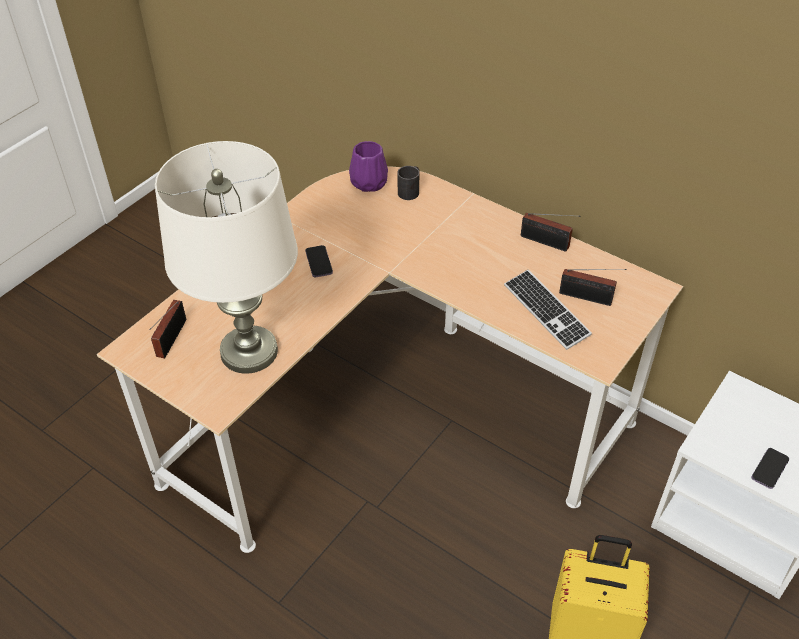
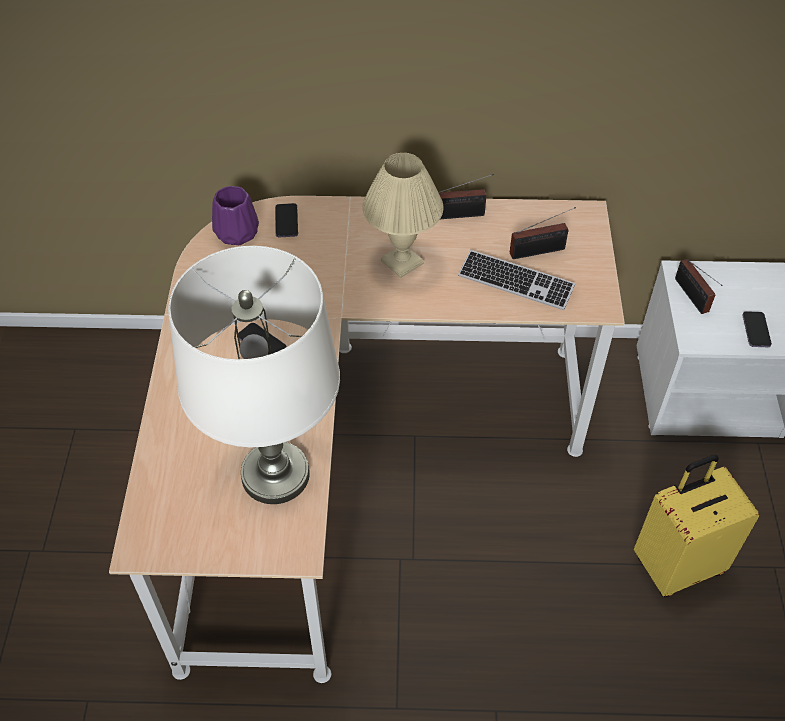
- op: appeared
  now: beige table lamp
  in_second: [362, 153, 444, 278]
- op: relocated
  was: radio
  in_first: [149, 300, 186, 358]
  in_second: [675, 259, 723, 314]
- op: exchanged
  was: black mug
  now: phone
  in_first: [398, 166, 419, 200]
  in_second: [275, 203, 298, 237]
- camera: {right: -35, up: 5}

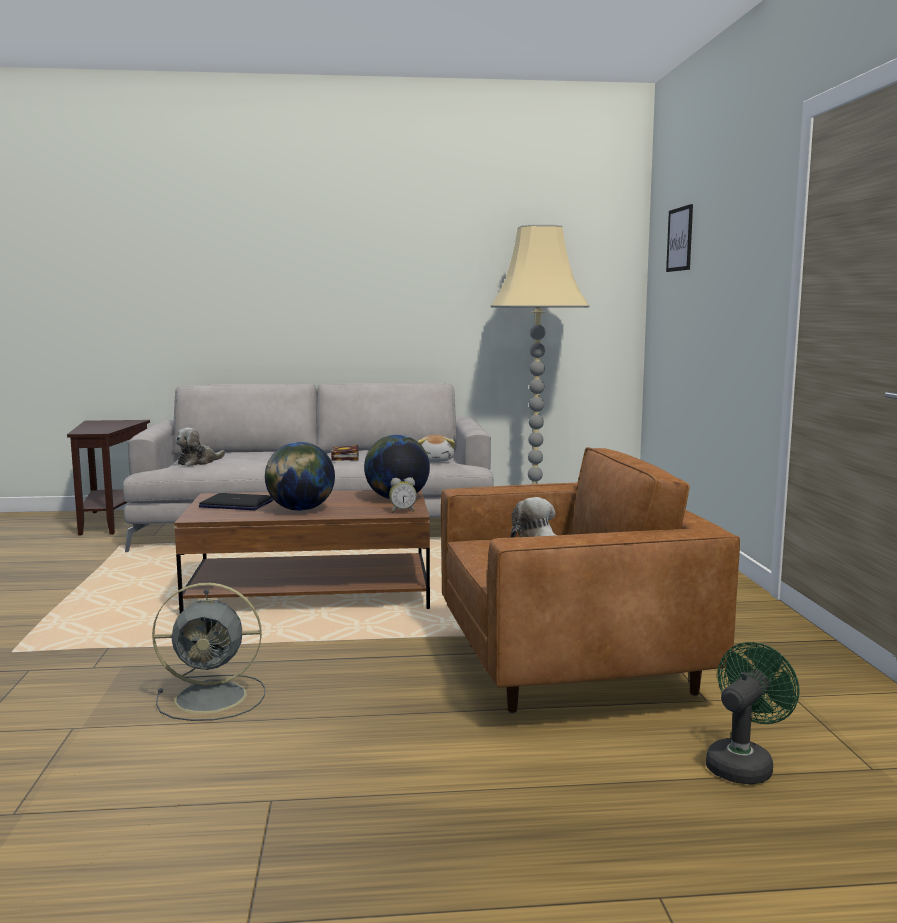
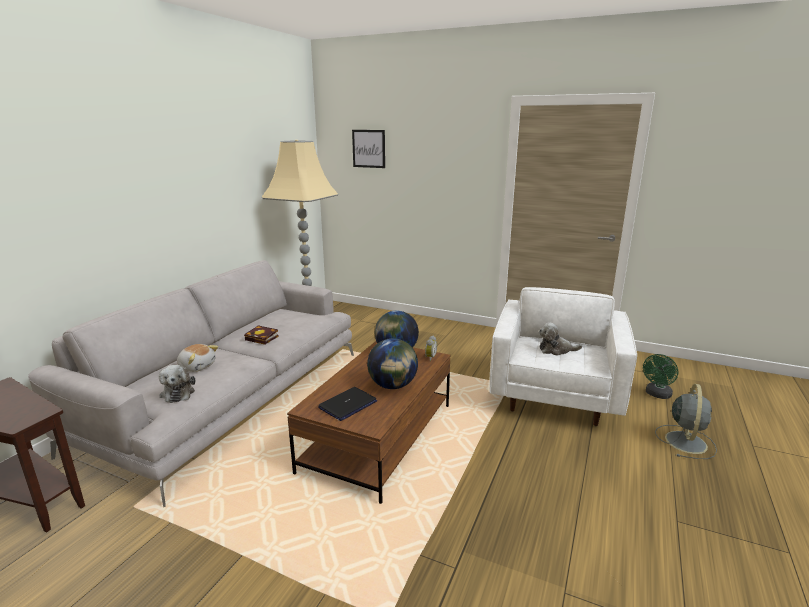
- op: relocated
  was: grey fan
  in_first: [152, 583, 265, 721]
  in_second: [655, 384, 717, 459]
- op: relocated
  was: plush toy
  in_first: [418, 435, 455, 462]
  in_second: [177, 344, 218, 372]
- op: colour
  was: brown armchair
  now: white armchair
  in_first: [441, 447, 740, 713]
  in_second: [489, 287, 637, 426]
- op: spun
  was: green fan
  in_first: [706, 642, 800, 785]
  in_second: [643, 354, 679, 399]
  clockwise: -120
- camera: {right: -60, up: 10}

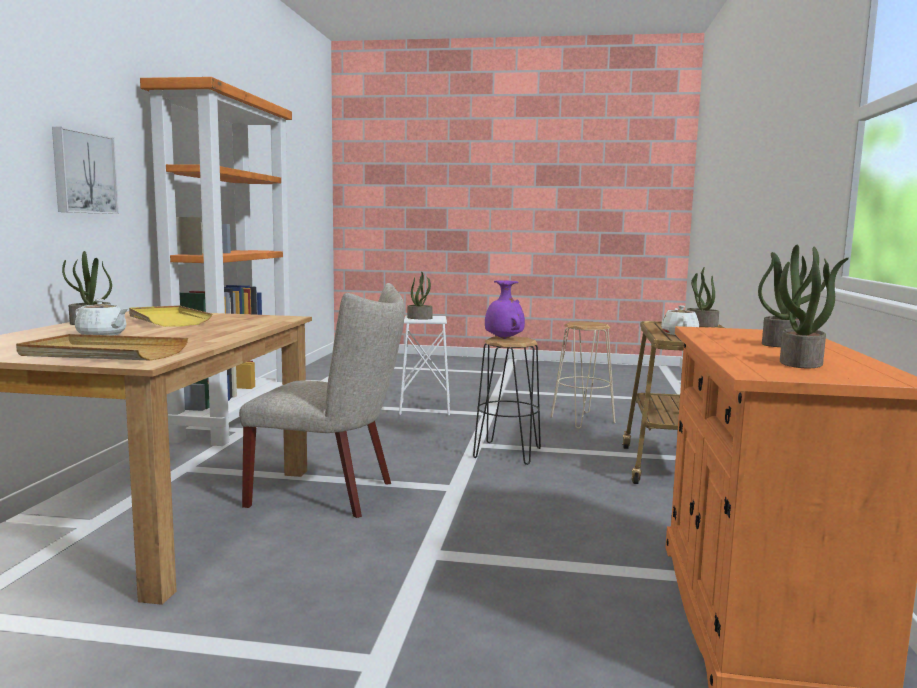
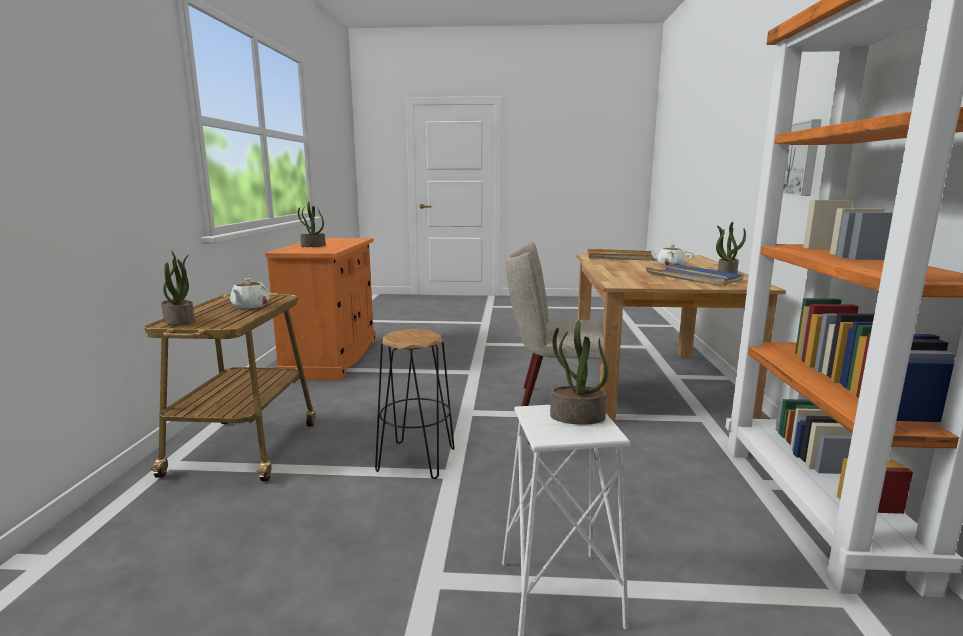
- op: missing
  was: purple vase
  in_first: [485, 280, 525, 339]
- op: missing
  was: beige stool
  in_first: [551, 321, 615, 429]
- op: missing
  was: potted plant
  in_first: [780, 247, 849, 368]
- op: colour
  was: yellow tray
  now: blue tray
  in_first: [129, 305, 212, 327]
  in_second: [646, 263, 743, 286]
- camera: {right: 175, up: 5}

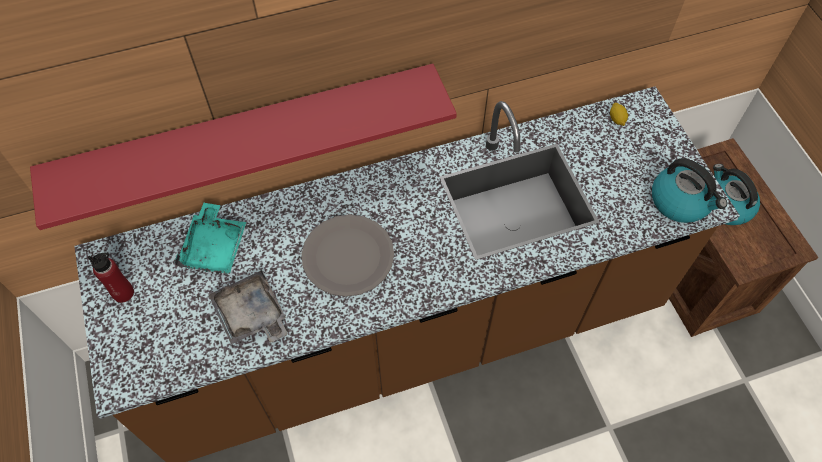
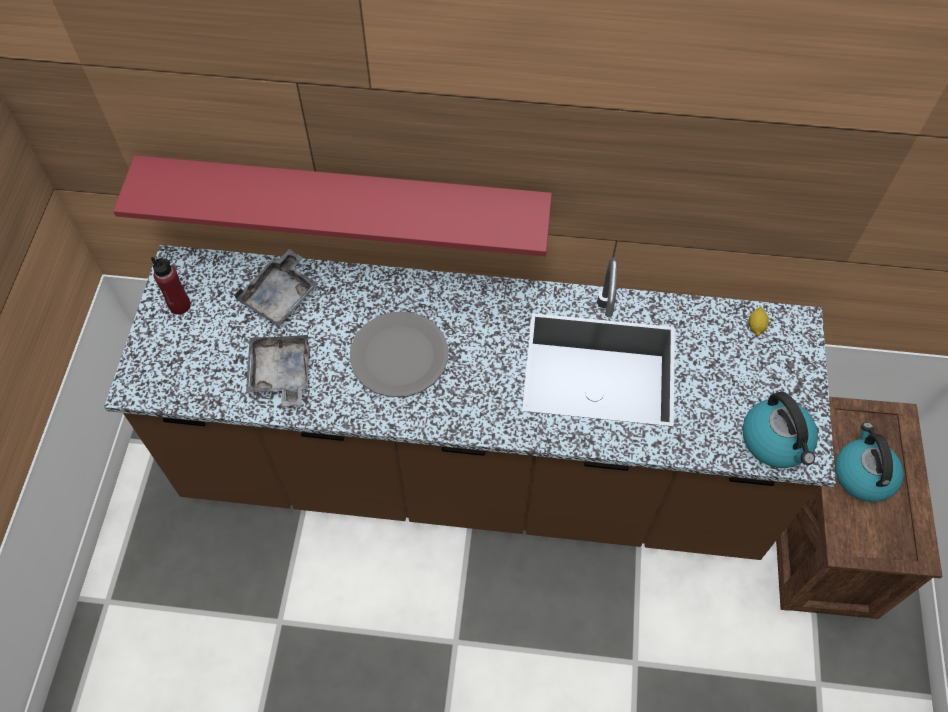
- op: colour
  was: turquoise tray
  now: grey tray
  in_first: [175, 203, 246, 274]
  in_second: [234, 249, 318, 326]
- camera: {right: 25, up: 0}

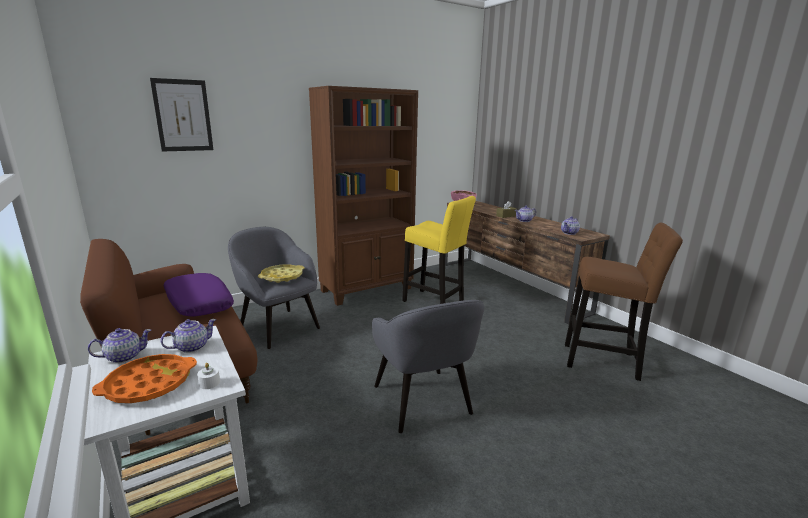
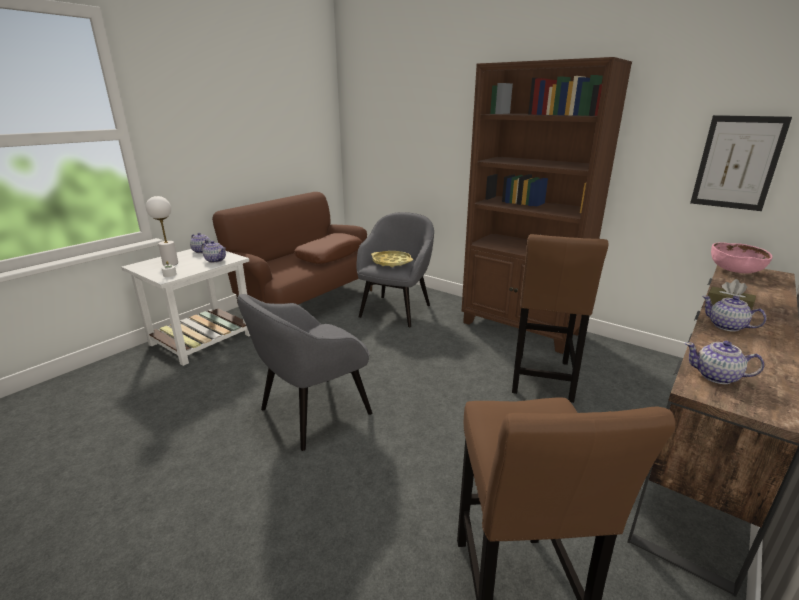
- op: relocated
  was: picture
  in_first: [150, 78, 213, 152]
  in_second: [690, 115, 792, 211]
- op: exchanged
  was: orange tray
  now: white table lamp
  in_first: [92, 354, 197, 403]
  in_second: [146, 196, 178, 266]
- op: colour
  was: purple pillow
  now: brown pillow
  in_first: [163, 273, 234, 317]
  in_second: [294, 233, 362, 264]
- op: colour
  was: yellow stool
  now: brown stool
  in_first: [402, 196, 476, 304]
  in_second: [512, 234, 608, 403]
- camera: {right: 70, up: 5}

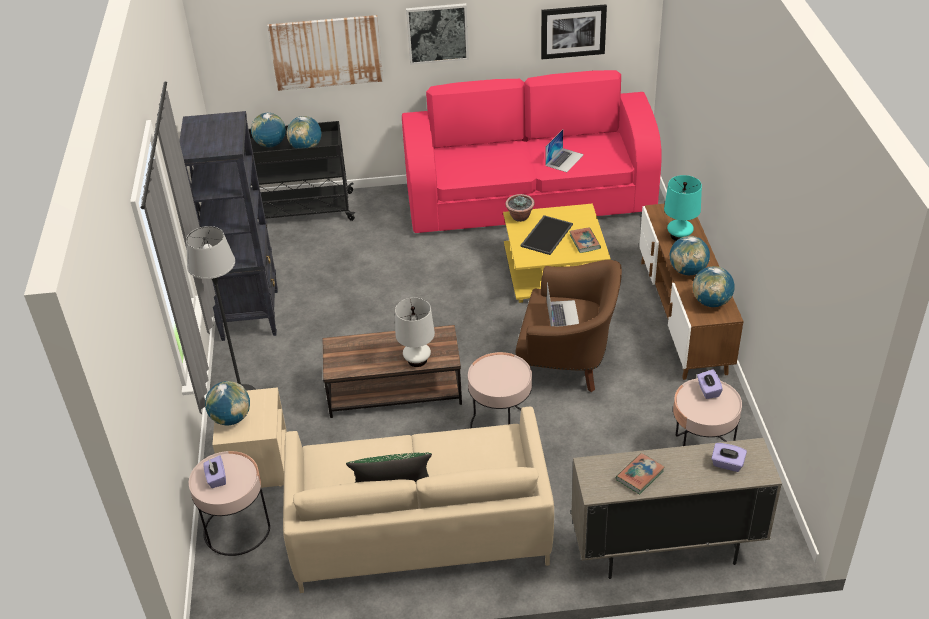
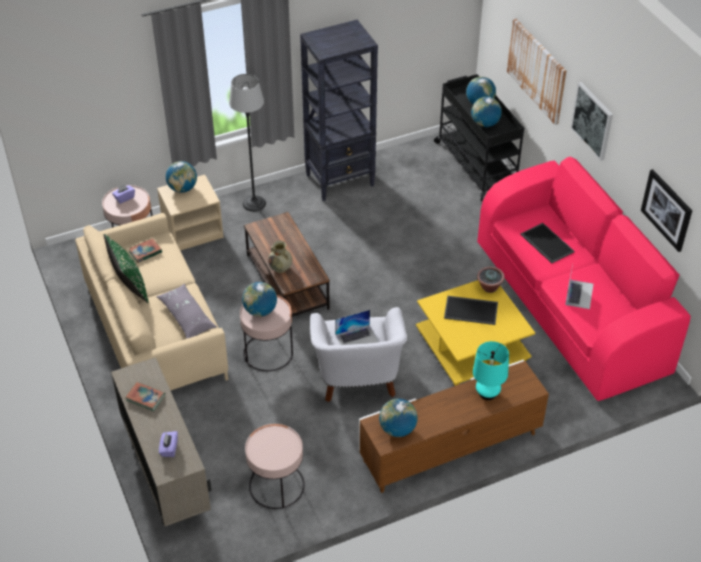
- op: missing
  was: purple tissue box
  in_first: [697, 369, 723, 399]
- op: appeared
  now: grey pillow
  in_second: [156, 284, 217, 339]
- op: appeared
  now: tray
  in_second: [520, 223, 574, 263]
- op: relocated
  was: book
  in_first: [569, 227, 601, 253]
  in_second: [128, 238, 162, 263]
- op: relocated
  was: globe
  in_first: [670, 236, 710, 275]
  in_second: [242, 282, 277, 317]
- op: exchanged
  was: white table lamp
  now: beige vase
  in_first: [395, 298, 435, 367]
  in_second: [268, 240, 292, 273]
- op: colour
  was: brown armchair
  now: white armchair
  in_first: [516, 260, 622, 392]
  in_second: [310, 307, 407, 402]
- op: spun
  was: laptop
  in_first: [545, 130, 584, 172]
  in_second: [565, 264, 593, 309]
  clockwise: -90
- camera: {right: 70, up: 5}

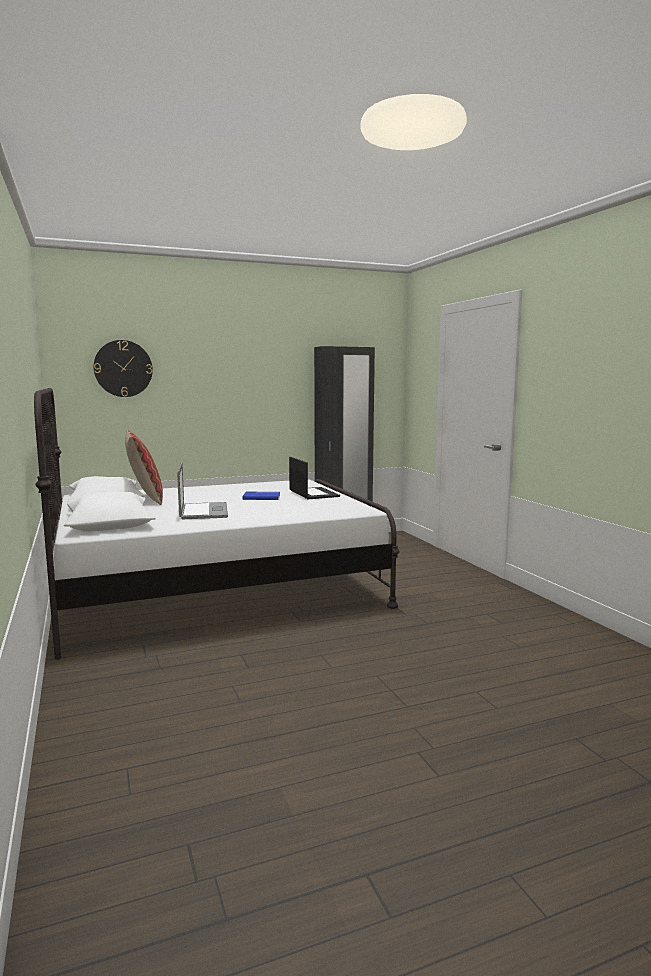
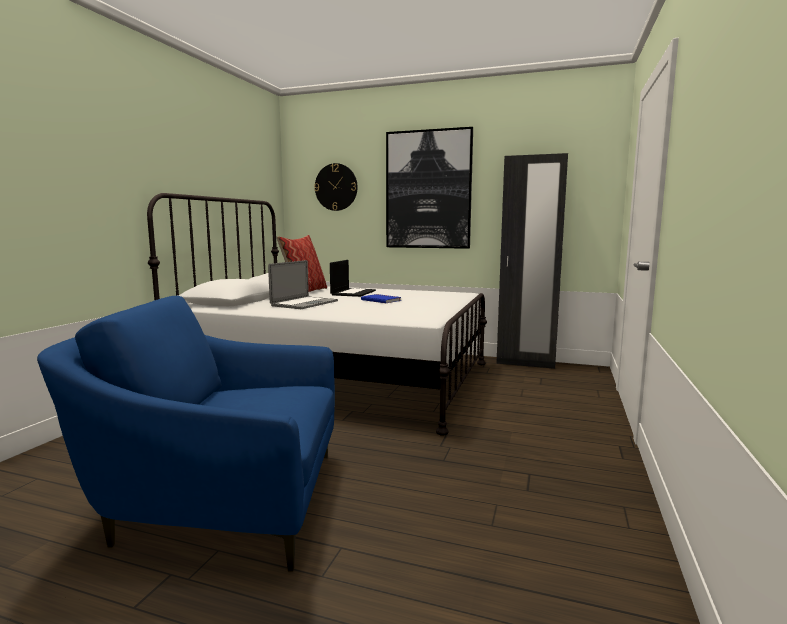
- op: appeared
  now: blue armchair
  in_second: [37, 296, 335, 571]
- op: appeared
  now: picture
  in_second: [386, 127, 473, 249]
- op: relocated
  was: laptop
  in_first: [289, 457, 340, 499]
  in_second: [330, 260, 376, 297]
- camera: {right: 40, up: 0}

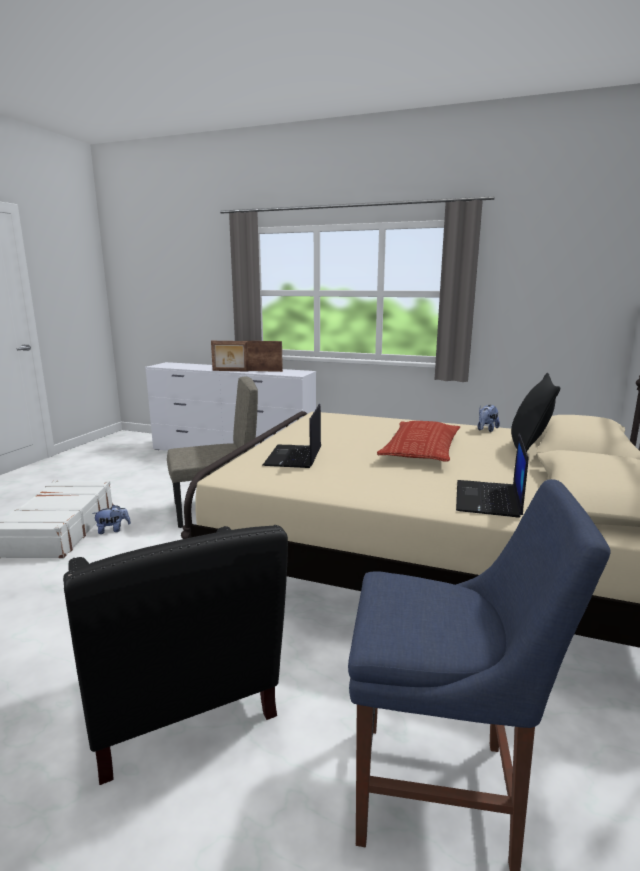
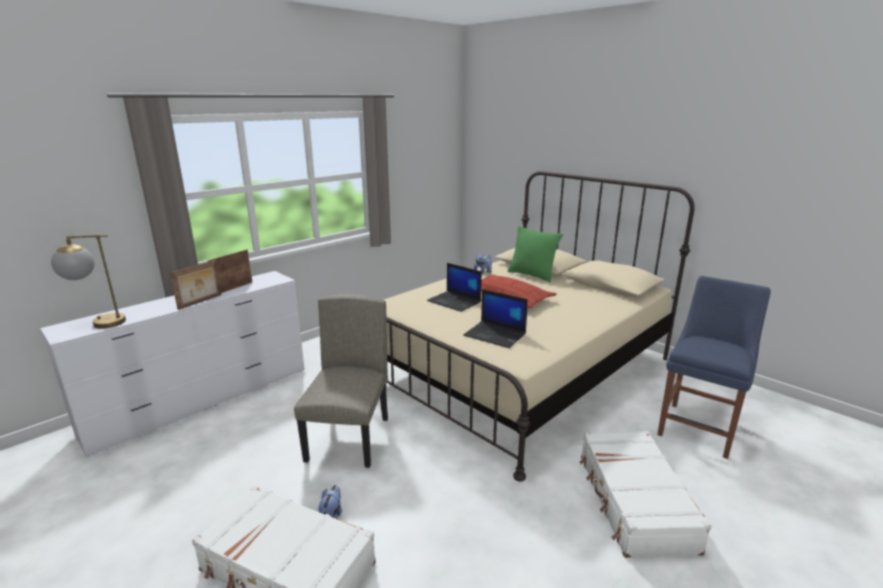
- op: appeared
  now: table lamp
  in_second: [51, 234, 126, 329]
- op: relocated
  was: laptop
  in_first: [456, 433, 528, 518]
  in_second: [427, 263, 482, 312]
- op: exchanged
  was: black armchair
  now: white suitcase
  in_first: [63, 525, 288, 785]
  in_second: [580, 431, 712, 558]
- op: colour
  was: black pillow
  now: green pillow
  in_first: [511, 373, 560, 452]
  in_second: [508, 226, 563, 283]
- camera: {right: -65, up: 5}

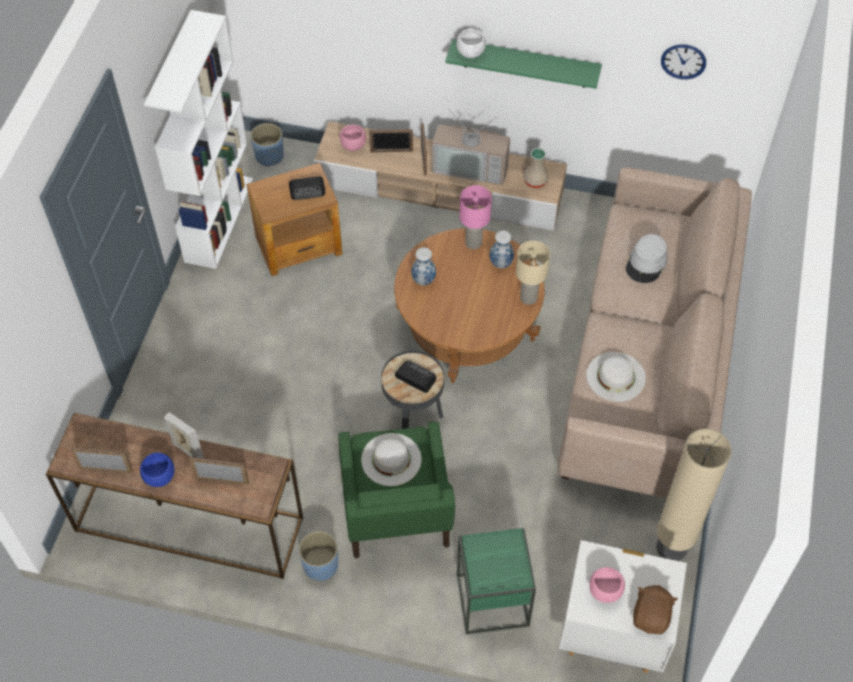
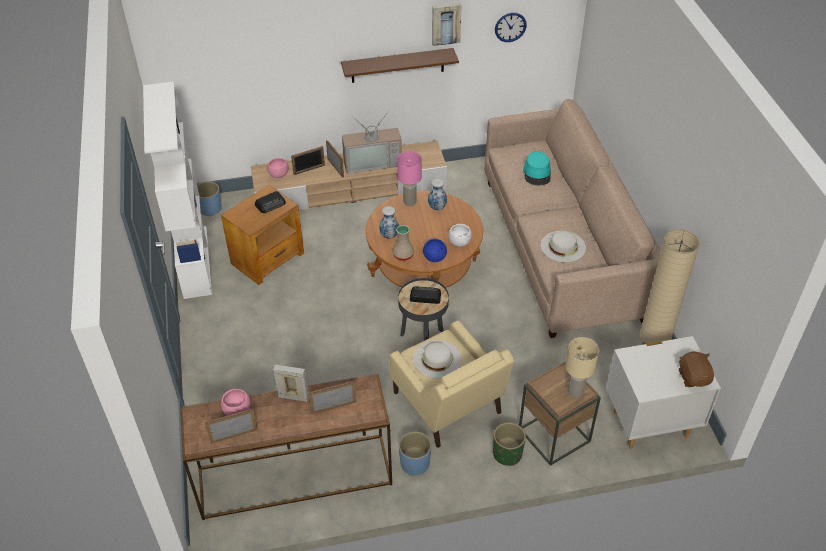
- op: appeared
  now: picture
  in_second: [432, 3, 462, 46]
- op: appeared
  now: green planter
  in_second: [493, 422, 526, 466]
- op: relocated
  was: blue bowl
  in_first: [140, 453, 174, 487]
  in_second: [423, 239, 447, 262]
- op: relocated
  was: white bowl
  in_first: [456, 29, 486, 58]
  in_second: [448, 224, 472, 247]
- op: relocated
  was: beige table lamp
  in_first: [516, 241, 550, 305]
  in_second: [565, 337, 599, 398]
- op: relocated
  was: beige vase
  in_first: [523, 148, 549, 188]
  in_second: [392, 225, 414, 261]
- op: relocated
  was: pink bowl
  in_first: [589, 567, 625, 603]
  in_second: [221, 389, 250, 416]
- op: colour
  was: green armchair
  now: beige armchair
  in_first: [338, 422, 455, 558]
  in_second: [389, 320, 514, 448]
- op: colour
  was: green shelf
  now: brown shelf
  in_first: [445, 39, 602, 89]
  in_second: [341, 48, 459, 83]
- op: colour
  was: green side table
  now: brown side table
  in_first: [457, 528, 536, 634]
  in_second: [519, 361, 601, 466]
- op: colour
  was: grey hat
  now: turquoise hat
  in_first: [626, 234, 667, 283]
  in_second: [523, 152, 551, 185]
- camera: {right: -25, up: -10}

